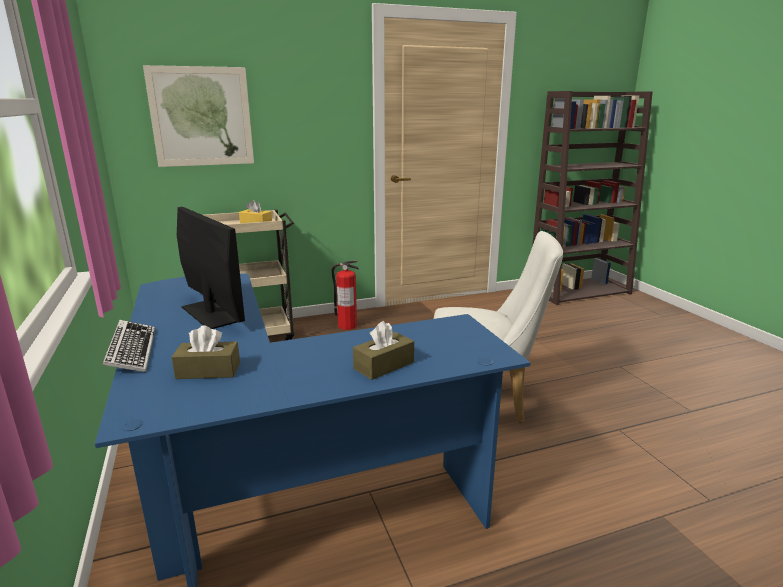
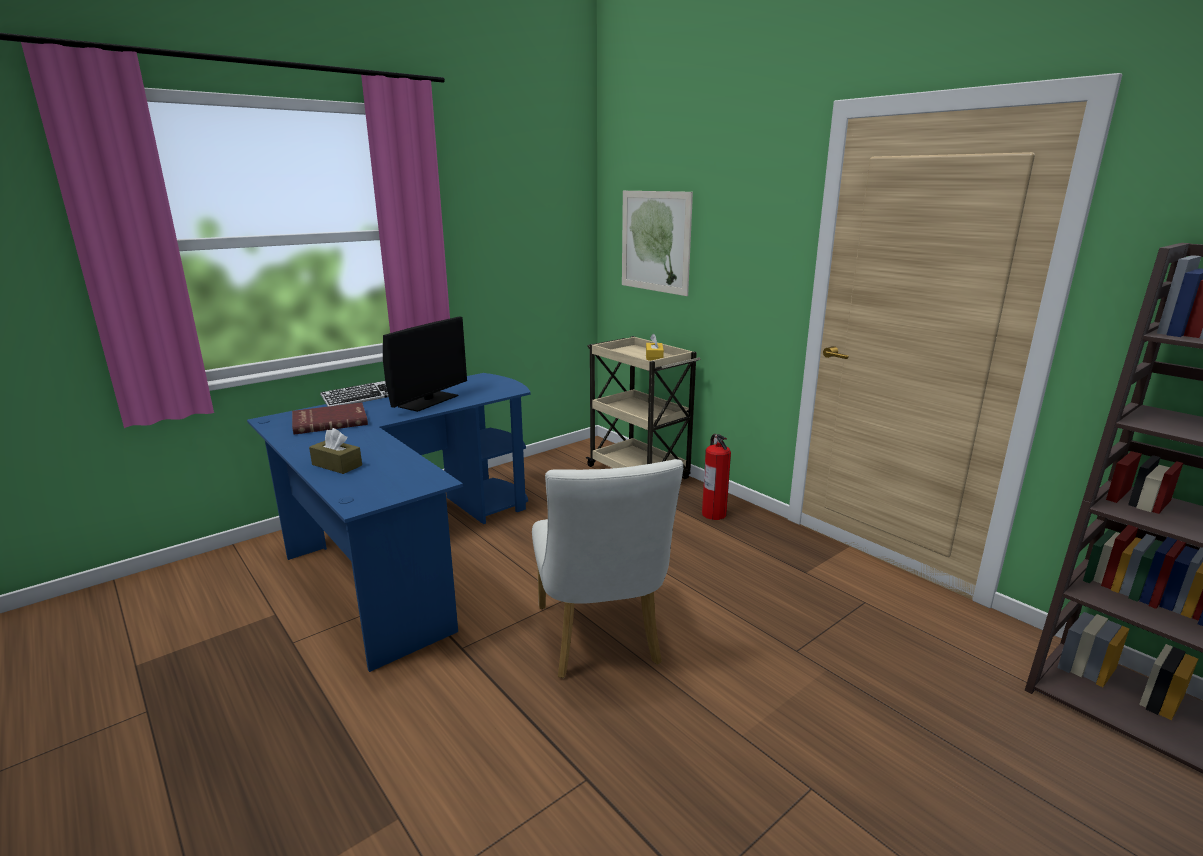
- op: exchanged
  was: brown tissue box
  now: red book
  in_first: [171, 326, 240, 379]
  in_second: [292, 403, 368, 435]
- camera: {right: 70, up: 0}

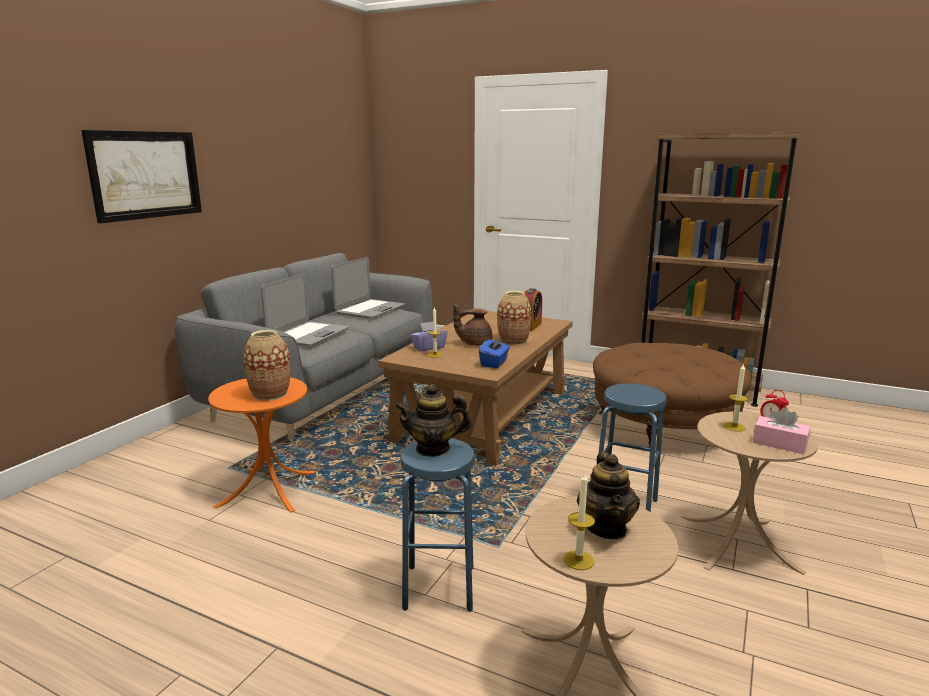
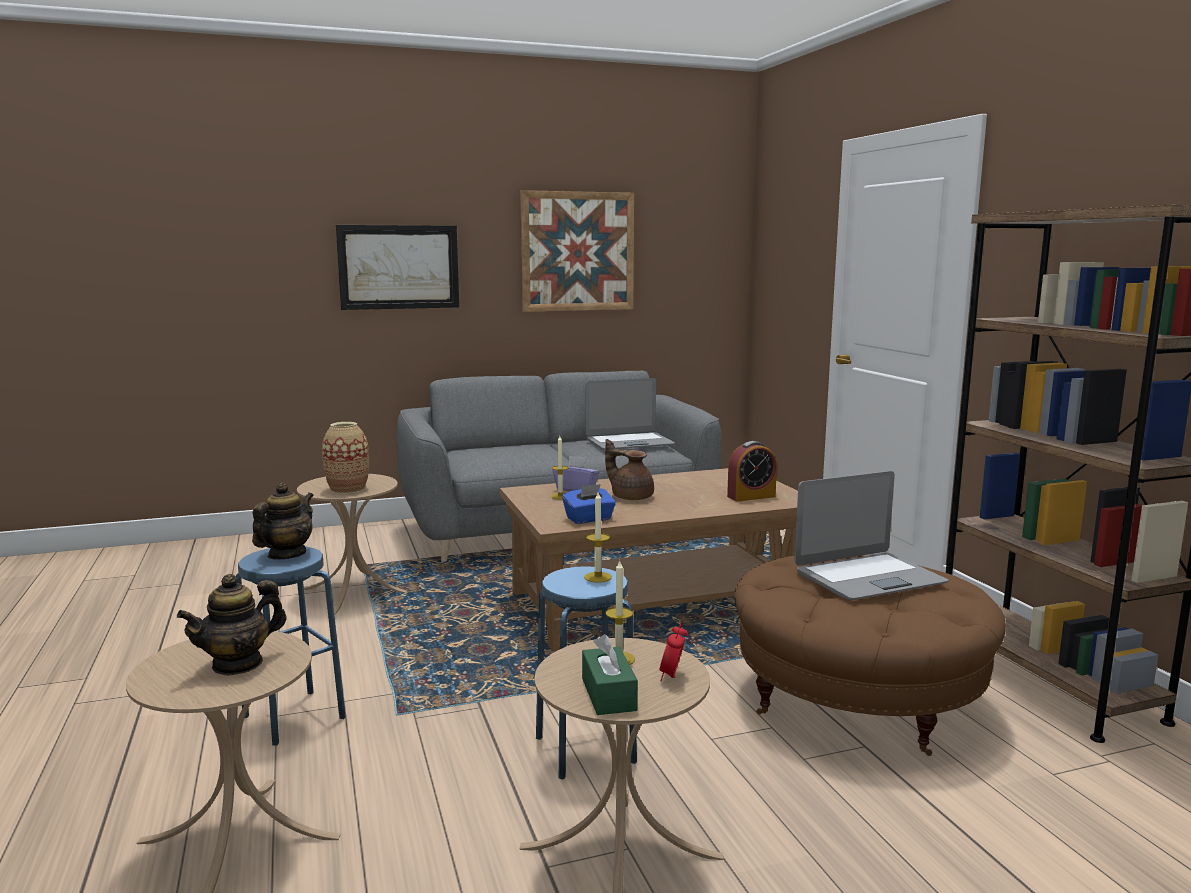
- op: missing
  was: vase
  in_first: [497, 291, 531, 345]
- op: appeared
  now: picture
  in_second: [520, 190, 634, 312]
- op: relocated
  was: laptop
  in_first: [261, 274, 349, 346]
  in_second: [794, 471, 948, 600]
- op: relocated
  was: candle
  in_first: [564, 471, 595, 570]
  in_second: [584, 492, 612, 583]
- op: colour
  was: orange side table
  now: beige side table
  in_first: [208, 377, 316, 512]
  in_second: [297, 474, 407, 615]
- op: colour
  was: pink tissue box
  now: green tissue box
  in_first: [752, 407, 811, 454]
  in_second: [582, 634, 638, 715]
- op: spun
  was: teapot
  in_first: [395, 384, 471, 457]
  in_second: [252, 482, 314, 559]
  clockwise: 75
- camera: {right: 45, up: -5}

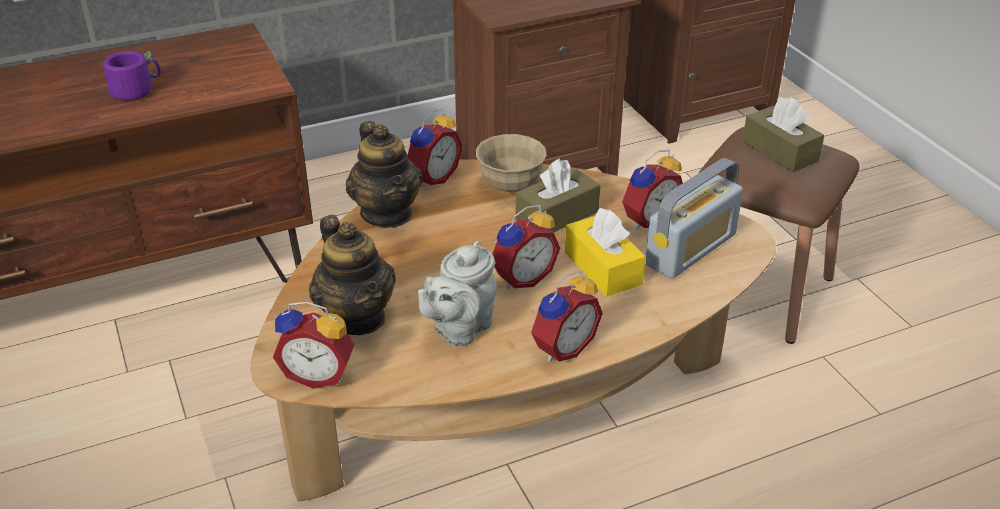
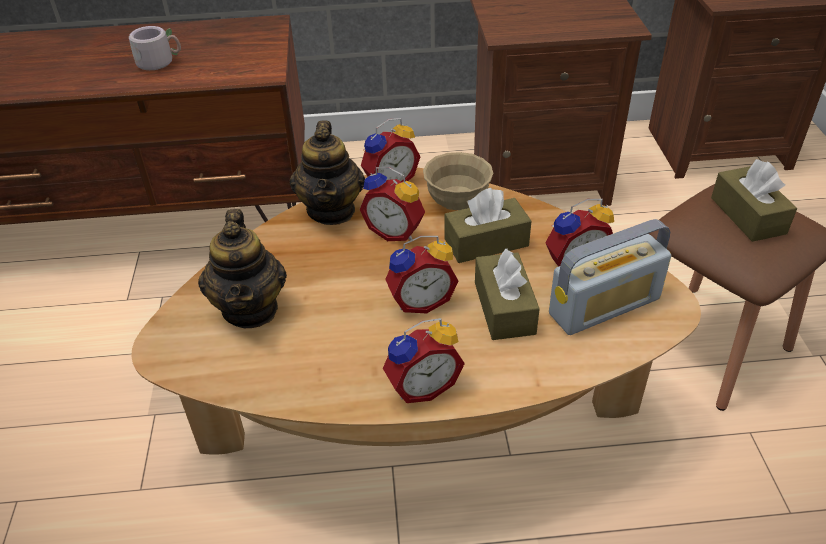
- op: missing
  was: grey teapot
  in_first: [418, 241, 497, 346]
- op: relocated
  was: alarm clock
  in_first: [273, 302, 354, 389]
  in_second: [360, 167, 425, 241]
- op: colour
  was: purple mug
  now: grey mug
  in_first: [103, 51, 161, 101]
  in_second: [129, 26, 181, 70]
- op: colour
  was: yellow tissue box
  now: brown tissue box
  in_first: [565, 208, 646, 297]
  in_second: [475, 249, 540, 340]
- camera: {right: 20, up: 5}

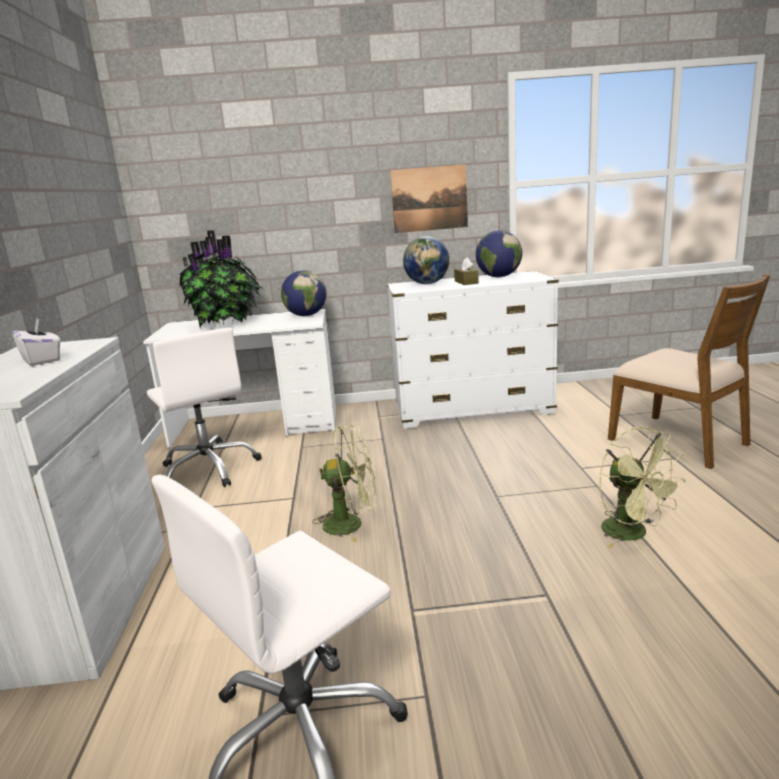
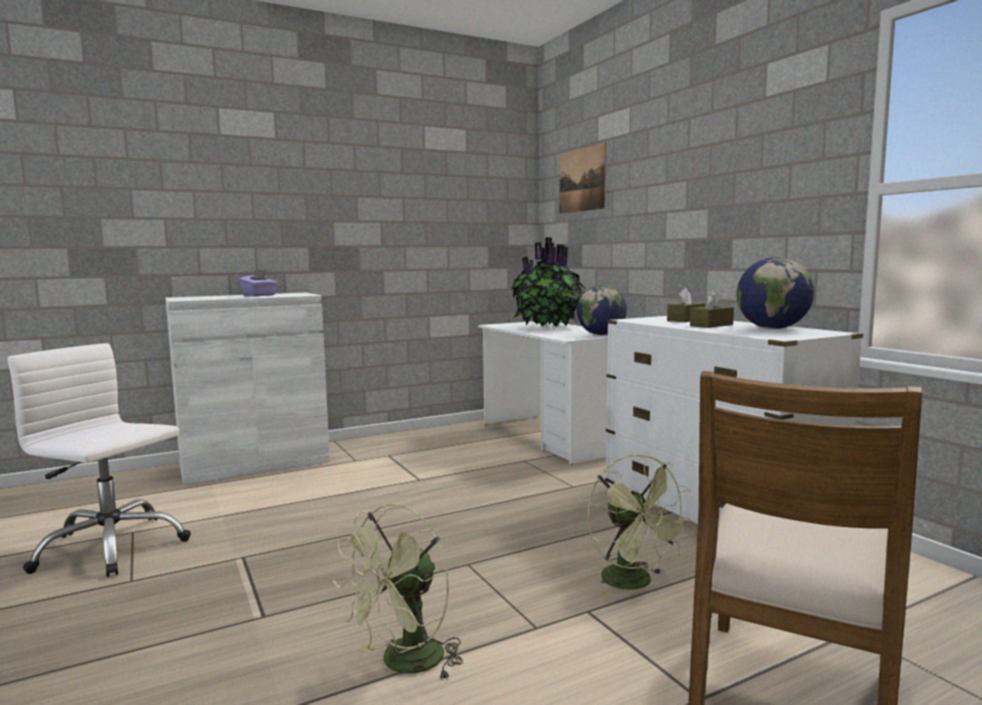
- op: missing
  was: white office chair
  in_first: [147, 328, 262, 487]
- op: relocated
  was: green fan
  in_first: [312, 425, 376, 543]
  in_second: [588, 454, 693, 597]
- op: relocated
  was: picture
  in_first: [390, 164, 468, 233]
  in_second: [560, 143, 606, 214]
- op: exchanged
  was: globe
  now: brown tissue box
  in_first: [403, 236, 449, 284]
  in_second: [667, 288, 705, 322]
- op: colour
  was: white tissue box
  now: purple tissue box
  in_first: [12, 318, 60, 366]
  in_second: [239, 270, 278, 296]
- camera: {right: 65, up: -10}

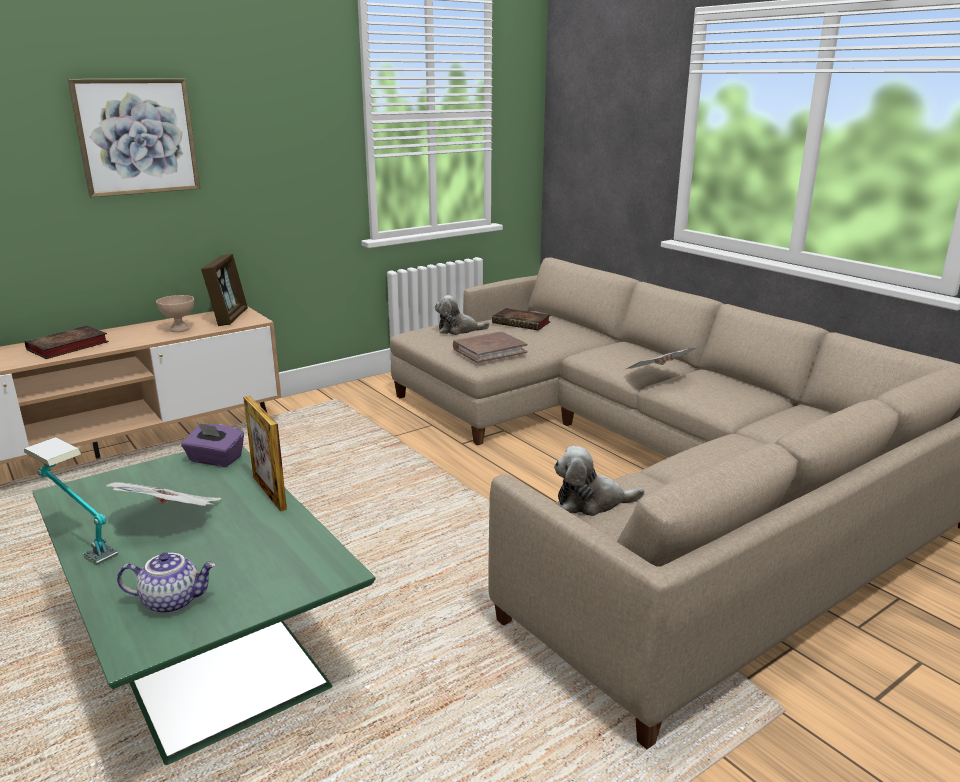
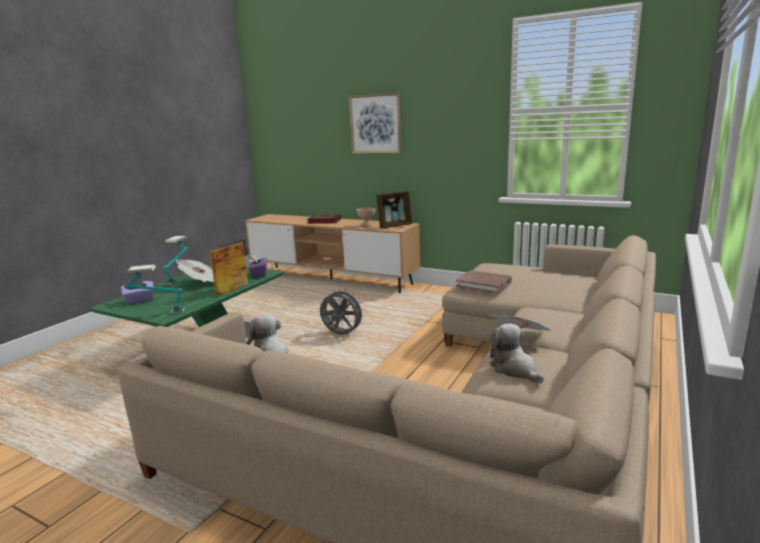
- op: missing
  was: book
  in_first: [492, 308, 551, 331]
- op: appeared
  now: table lamp
  in_second: [124, 264, 185, 315]
- op: appeared
  now: grey fan
  in_second: [320, 288, 365, 335]
- op: relocated
  was: plush toy
  in_first: [435, 295, 490, 335]
  in_second: [489, 323, 544, 384]
- op: exchanged
  was: teapot
  now: purple tissue box
  in_first: [117, 553, 216, 614]
  in_second: [121, 279, 154, 304]
- camera: {right: 65, up: -5}

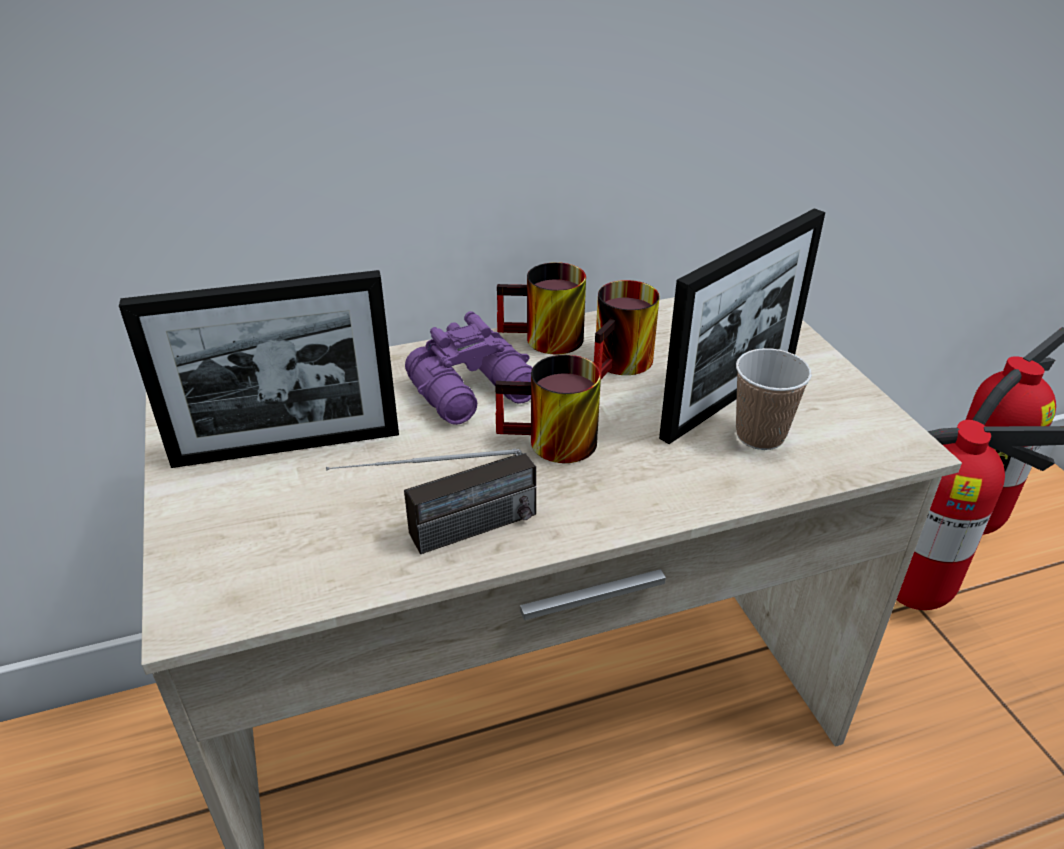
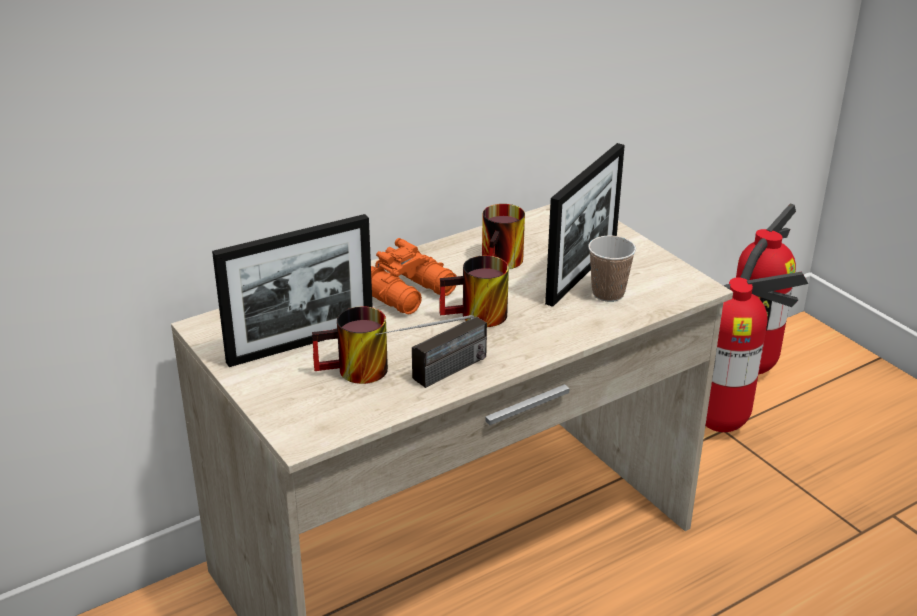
- op: relocated
  was: mug
  in_first: [497, 262, 586, 355]
  in_second: [312, 306, 388, 384]
- op: colour
  was: purple binoculars
  now: orange binoculars
  in_first: [405, 311, 533, 425]
  in_second: [371, 238, 457, 314]
- camera: {right: -15, up: -5}

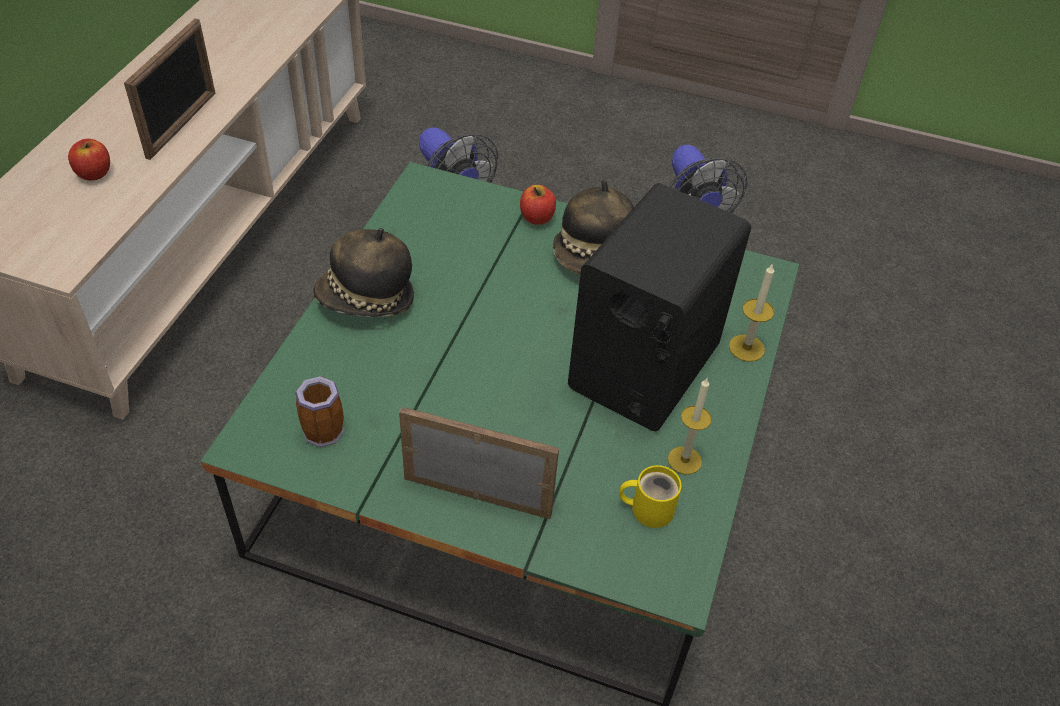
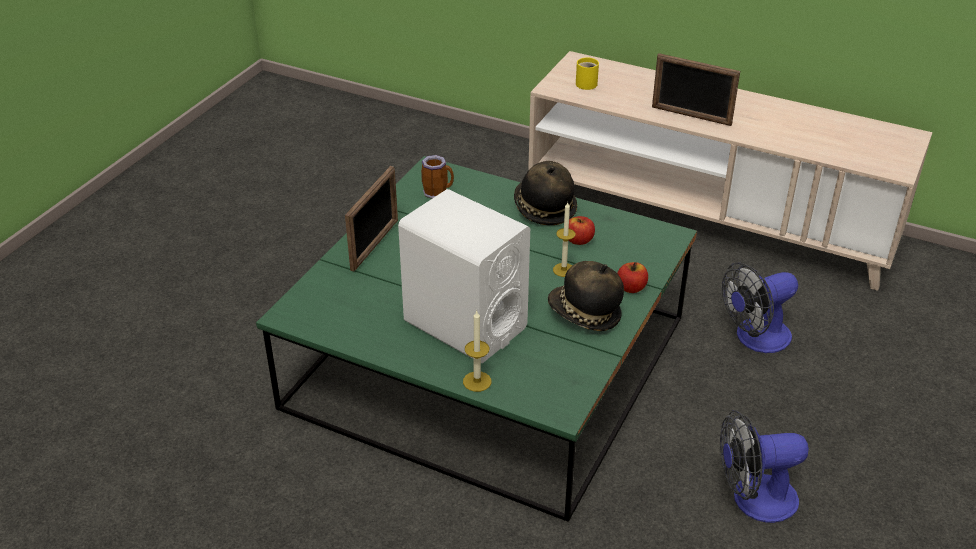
- op: relocated
  was: apple
  in_first: [68, 139, 110, 181]
  in_second: [569, 216, 595, 245]
- op: relocated
  was: yellow mug
  in_first: [619, 465, 682, 528]
  in_second: [576, 58, 599, 90]
- op: relocated
  was: candle
  in_first: [668, 378, 712, 475]
  in_second: [553, 201, 575, 277]
- op: colour
  was: black speaker
  now: white speaker
  in_first: [568, 183, 751, 431]
  in_second: [398, 189, 530, 363]
- camera: {right: 100, up: -10}

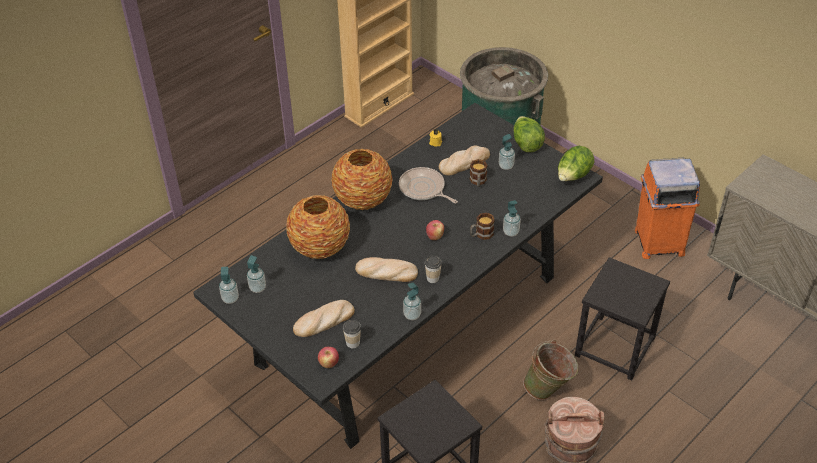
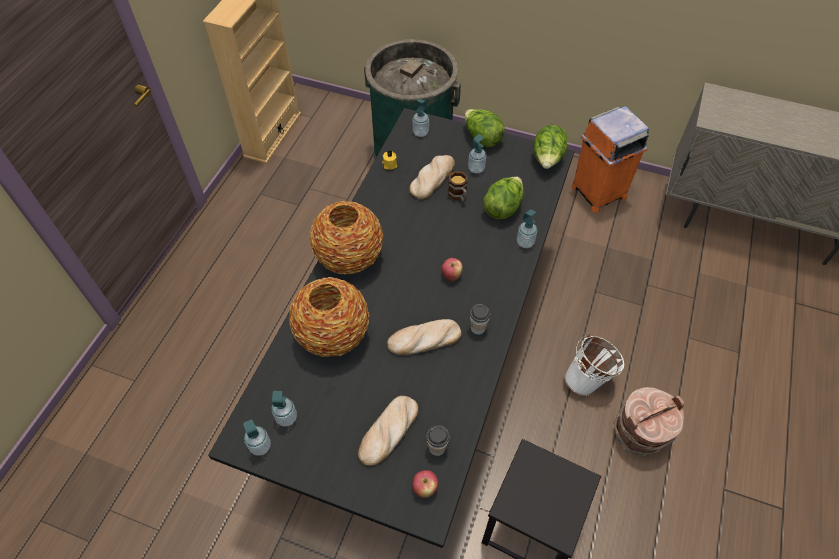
- op: missing
  was: frying pan
  in_first: [399, 167, 458, 203]
- op: missing
  was: mug
  in_first: [470, 213, 495, 240]
- op: missing
  was: black stool
  in_first: [575, 257, 670, 381]
- op: appeared
  now: lettuce
  in_second: [483, 177, 524, 219]
- op: relocated
  was: soap dispenser
  in_first: [403, 283, 421, 320]
  in_second: [413, 99, 429, 137]
- op: colour
  was: green bucket
  now: white bucket
  in_first: [523, 340, 578, 400]
  in_second: [564, 333, 624, 396]
- camera: {right: -25, up: 10}

